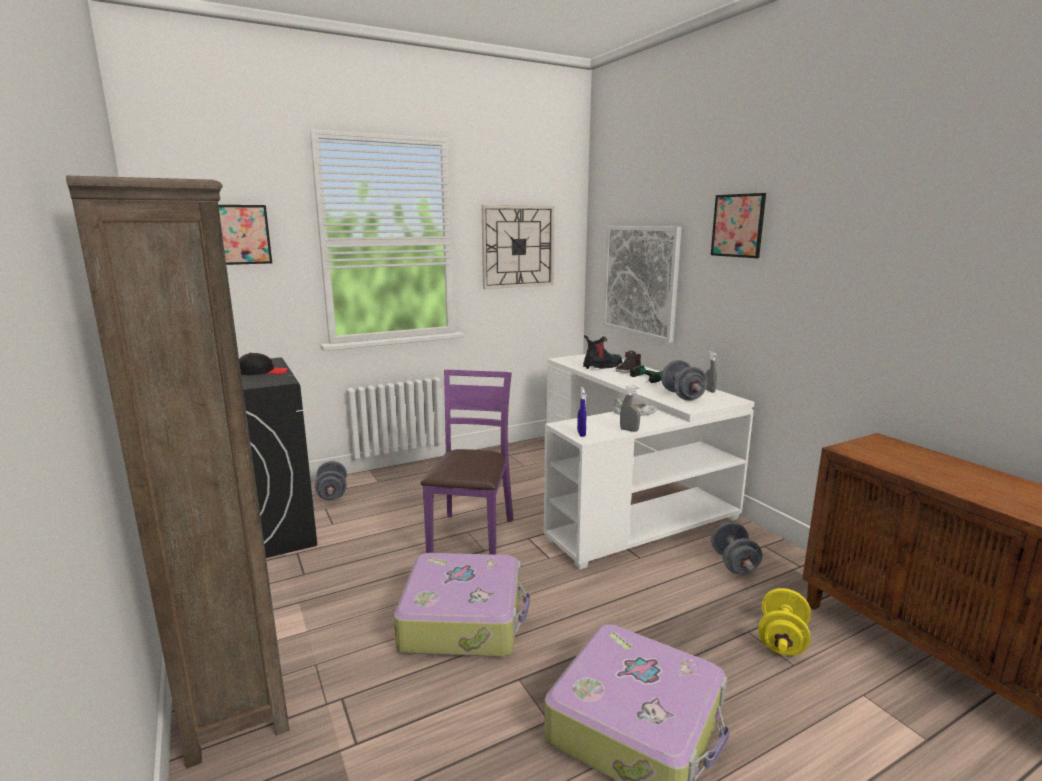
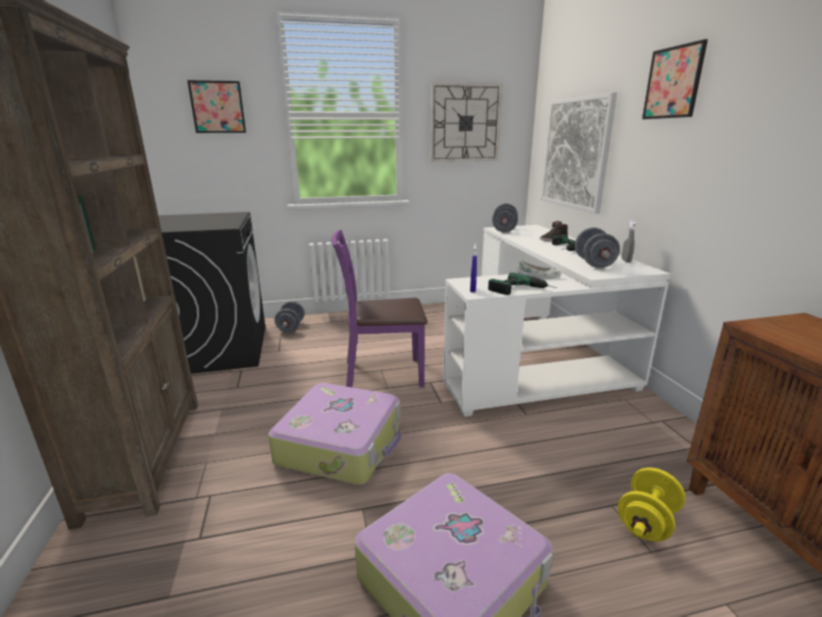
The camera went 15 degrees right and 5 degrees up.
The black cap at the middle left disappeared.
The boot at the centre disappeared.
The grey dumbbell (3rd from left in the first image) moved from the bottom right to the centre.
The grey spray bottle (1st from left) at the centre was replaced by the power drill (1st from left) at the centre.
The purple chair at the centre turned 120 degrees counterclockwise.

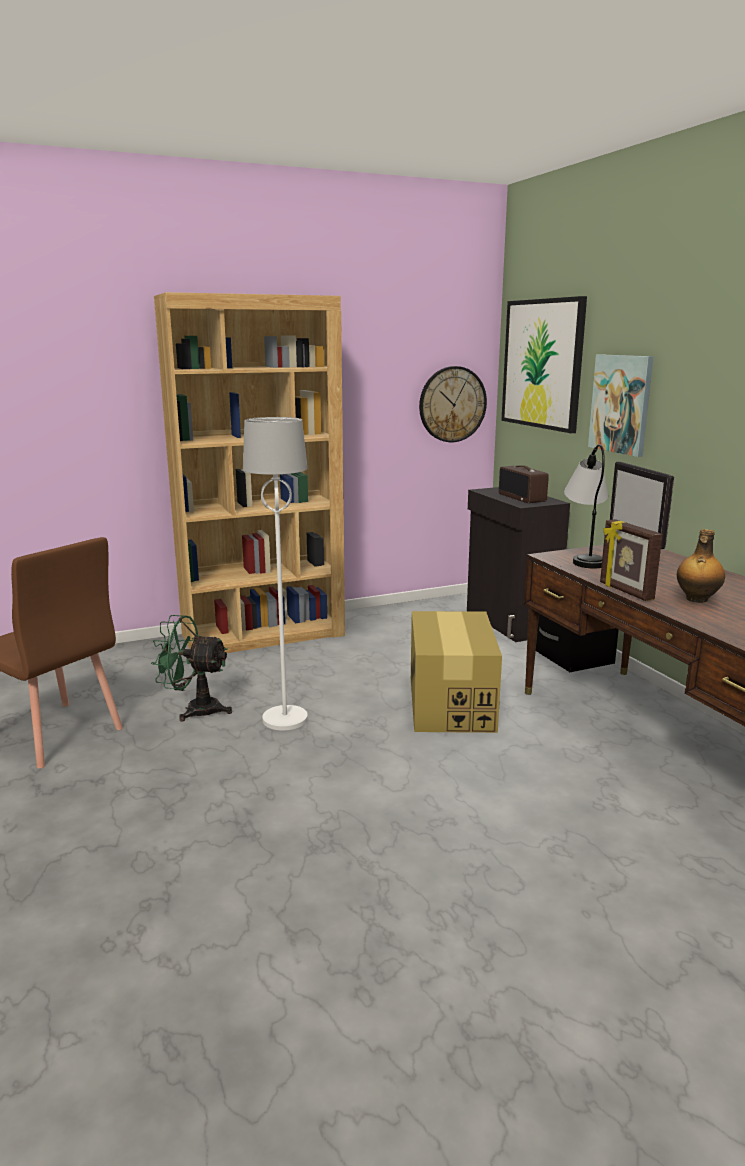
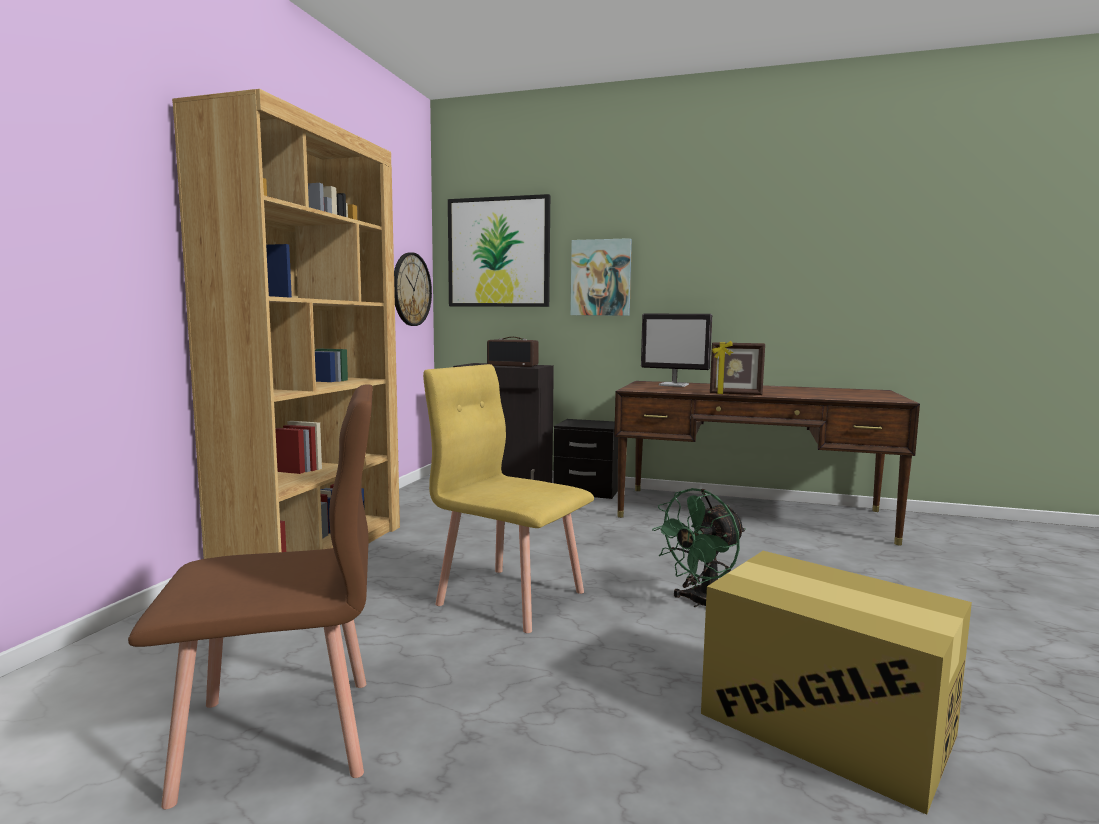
The camera went 50 degrees left and 10 degrees down.
The table lamp at the middle right disappeared.
The bottle at the middle right disappeared.
The green fan moved from the middle left to the centre.
The cardboard box moved from the centre to the bottom right.
The white floor lamp at the centre was replaced by the yellow chair at the centre.

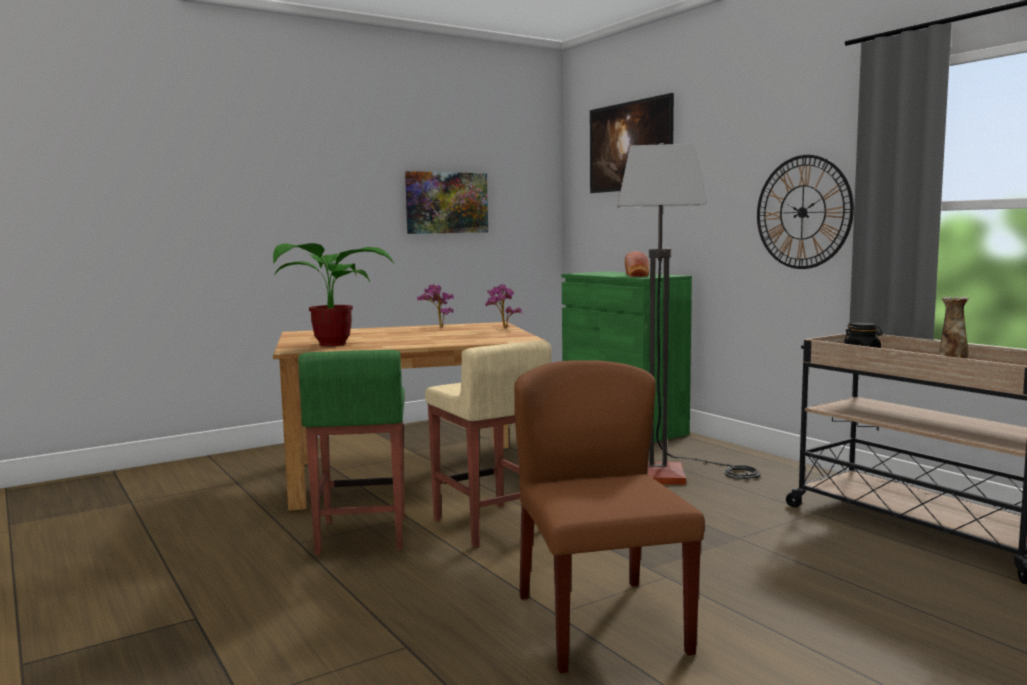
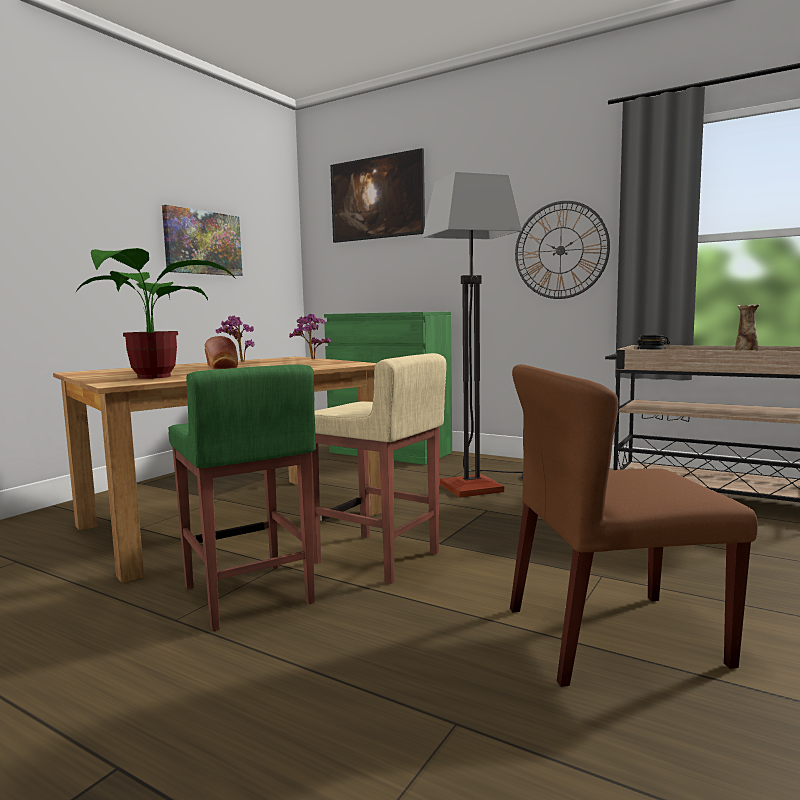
The camera went 25 degrees left and 0 degrees up.
The bread moved from the centre to the middle left.
The brown chair at the bottom centre turned 60 degrees counterclockwise.

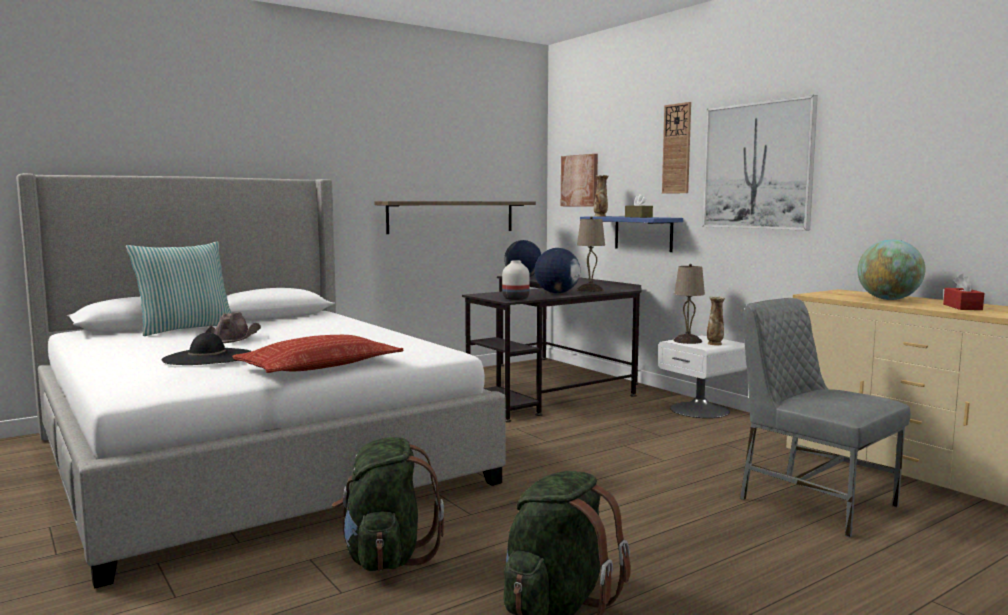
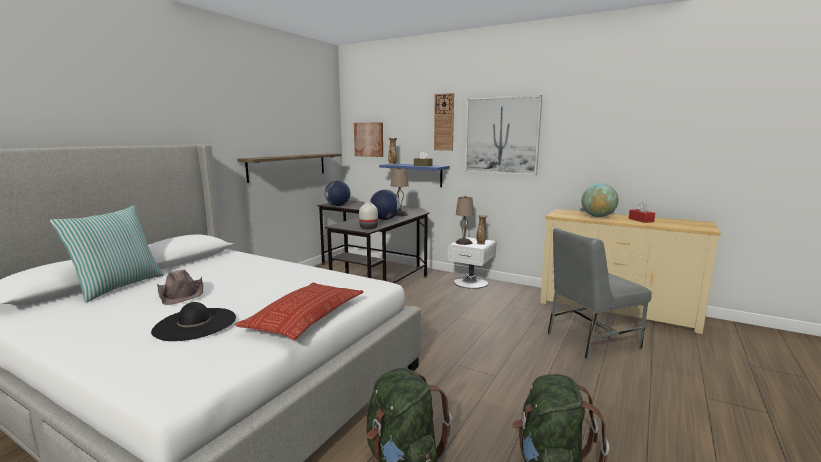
The camera went 25 degrees left and 5 degrees up.
The grey chair at the bottom right turned 45 degrees counterclockwise.

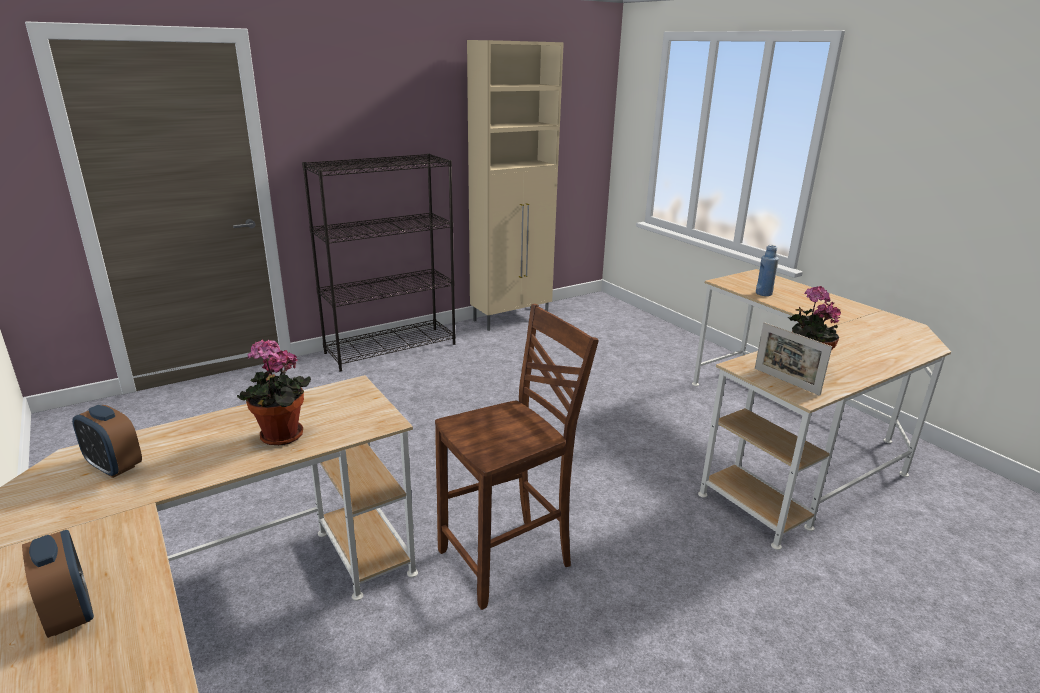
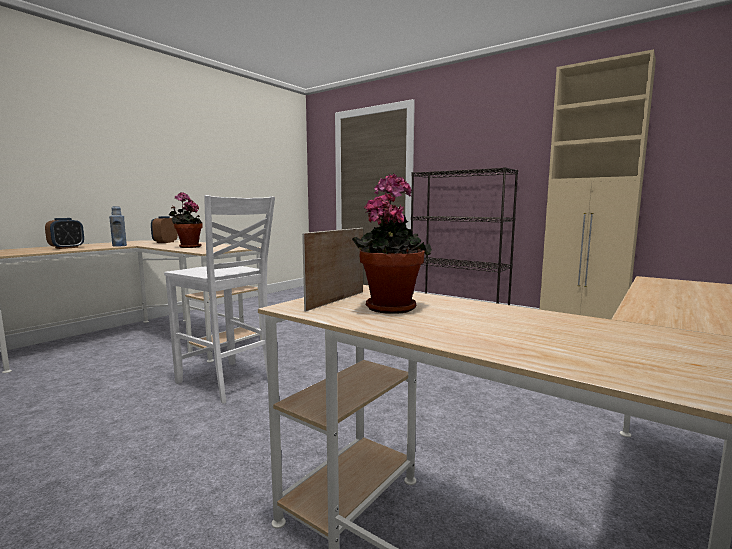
The camera went 70 degrees right and 15 degrees down.
The blue bottle moved from the middle right to the middle left.
The brown chair at the centre became the white chair at the middle left.

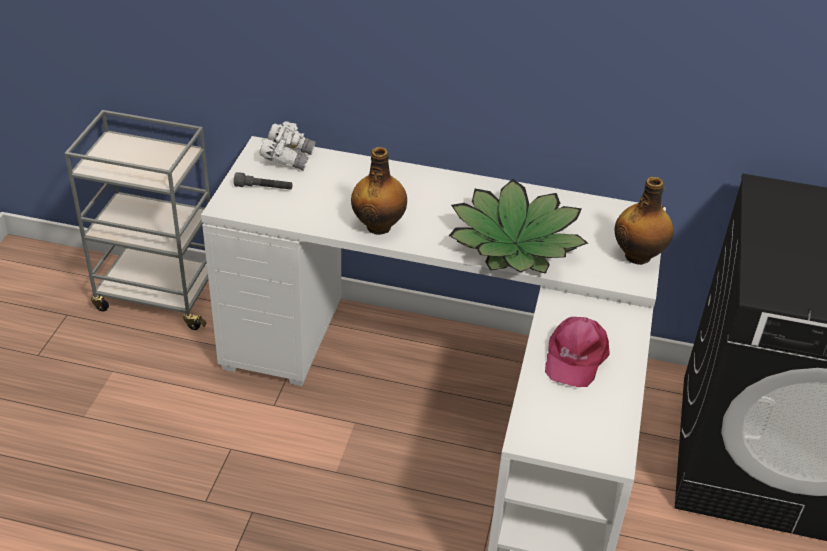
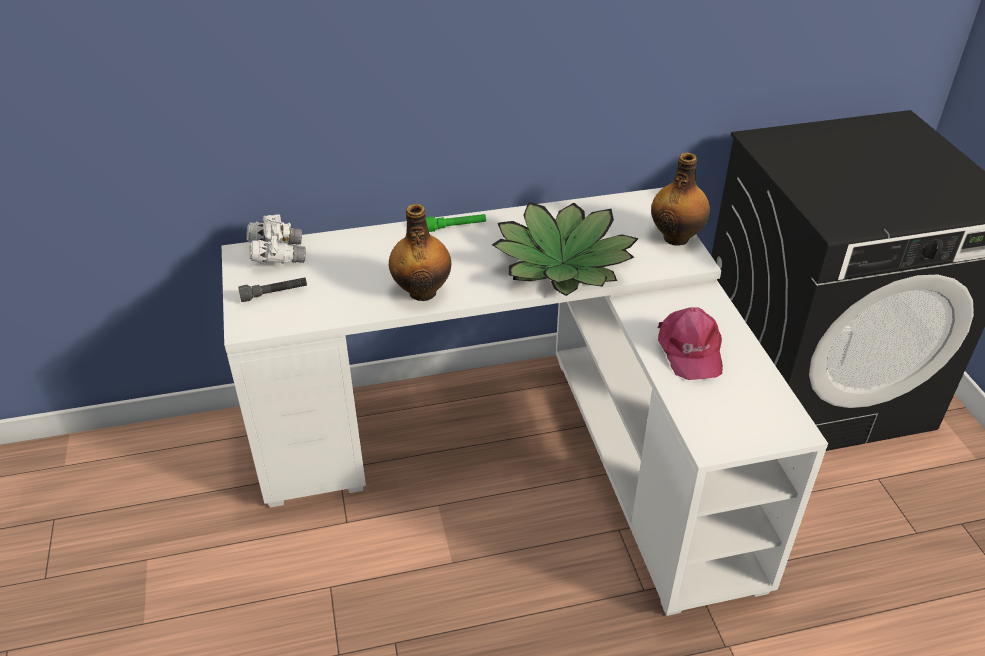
The camera went 25 degrees left and 0 degrees up.
The grey cart at the middle left disappeared.
The green flashlight at the centre appeared.

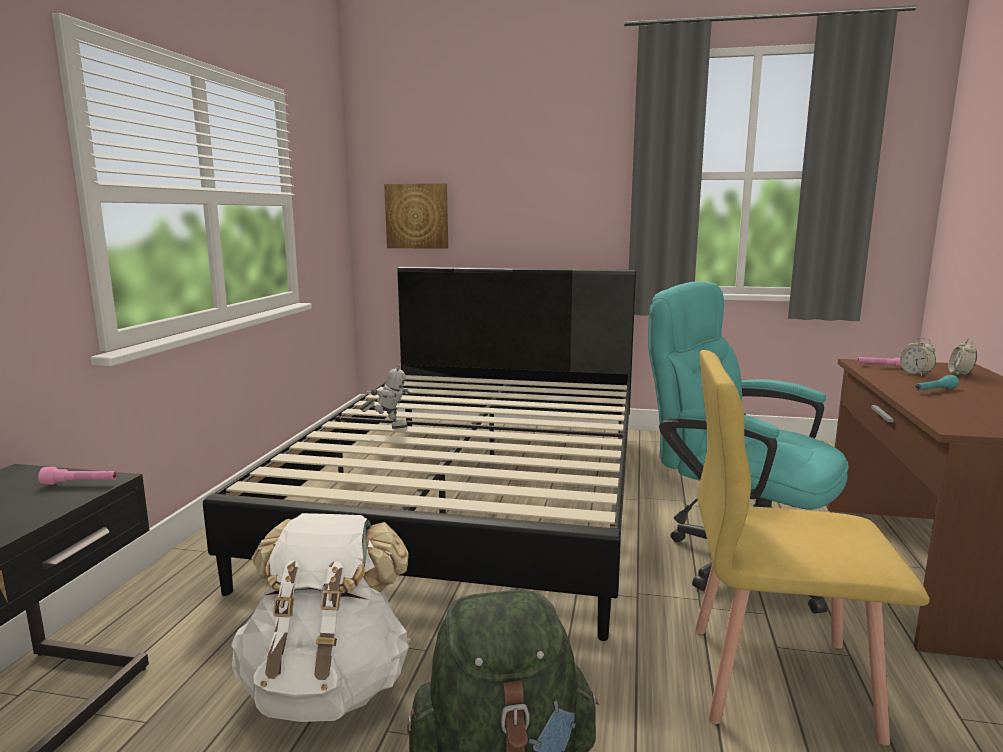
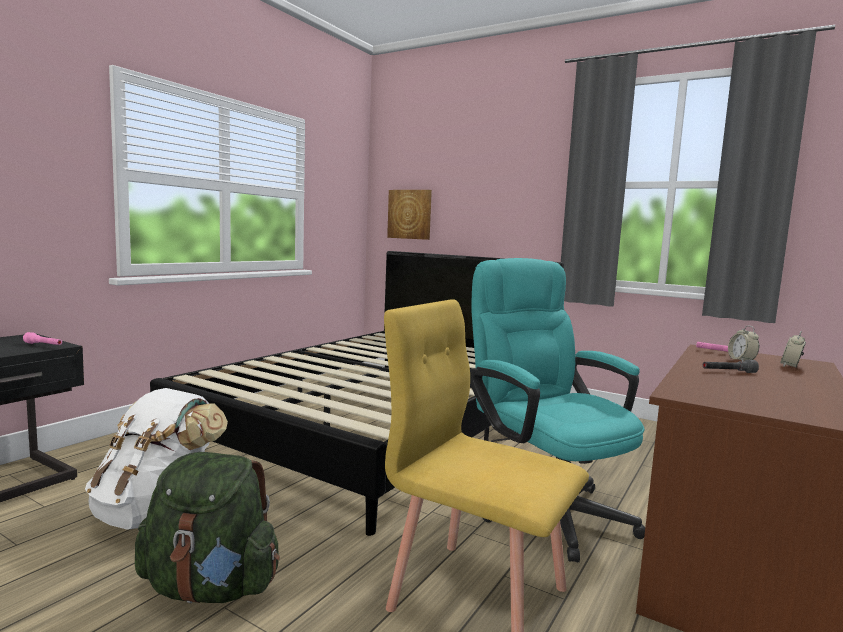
The camera went 20 degrees right and 5 degrees down.
The toy robot at the centre disappeared.
The turquoise flashlight at the middle right became the grey flashlight at the middle right.

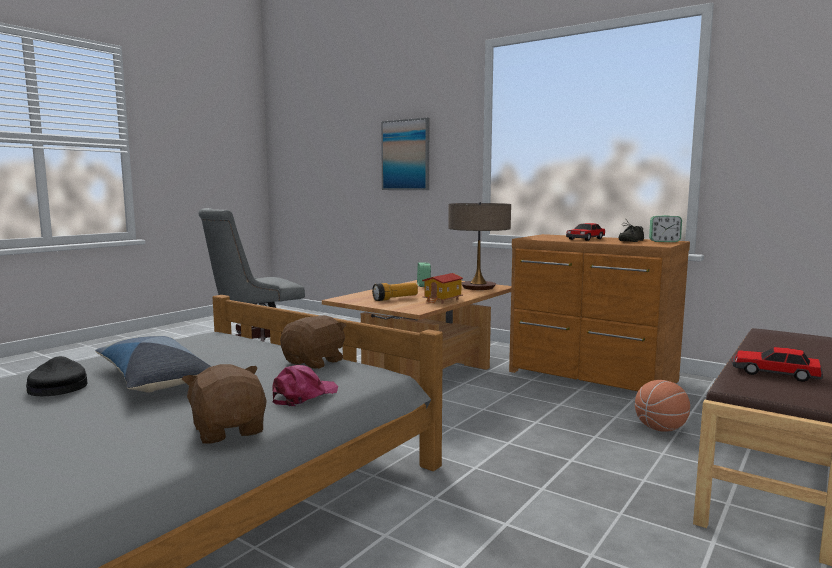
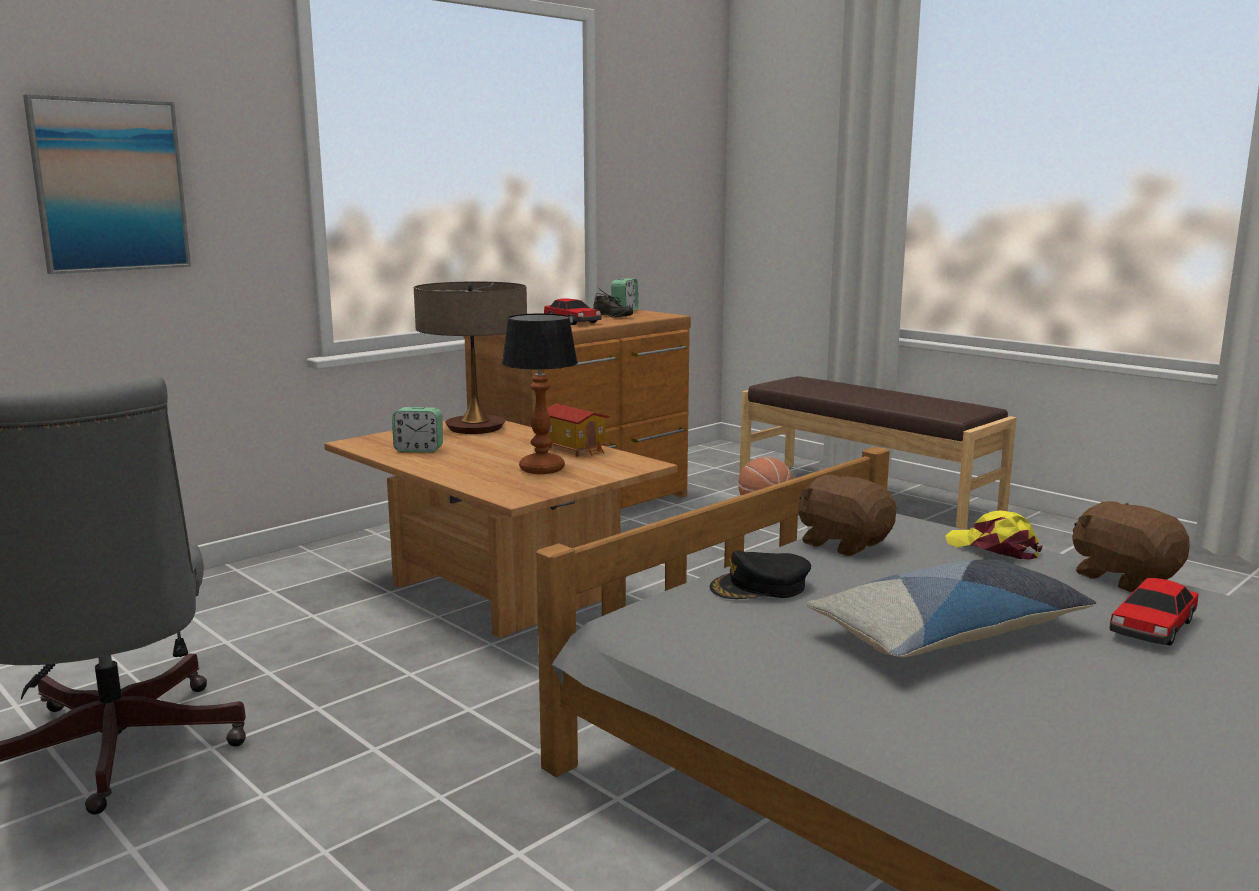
The camera went 80 degrees left and 5 degrees up.
The black cap moved from the middle left to the centre.
The toy car (2nd from left) moved from the middle right to the bottom right.
The flashlight at the centre was replaced by the table lamp (2nd from left) at the centre.
The pink cap at the bottom centre became the yellow cap at the middle right.
The brown plush toy (1st from left in the first image) at the bottom left turned 75 degrees clockwise.

